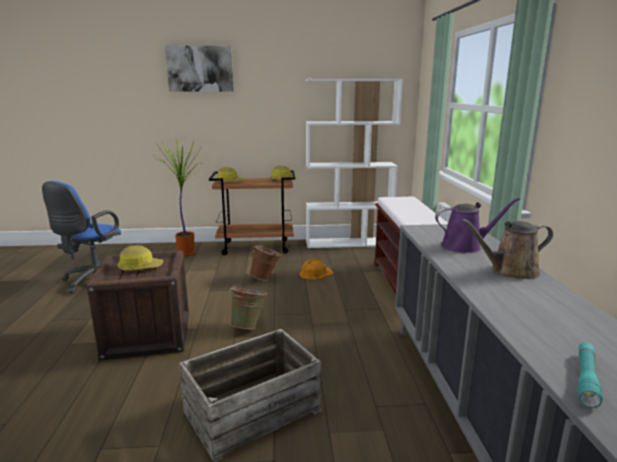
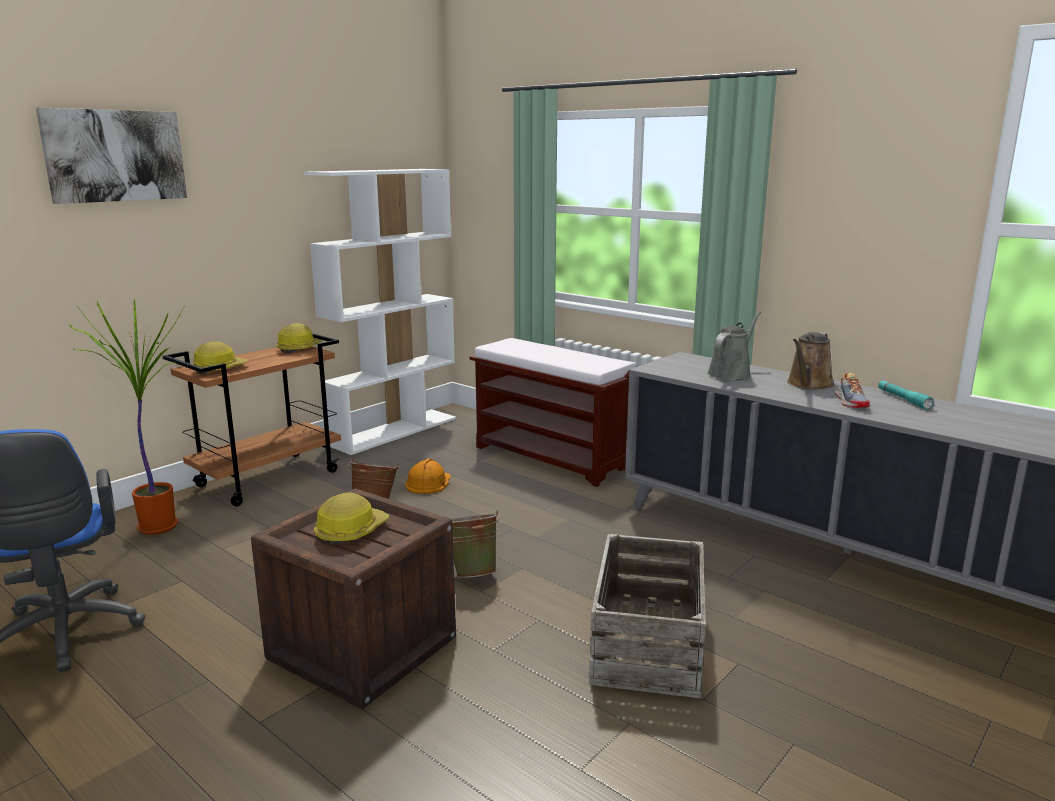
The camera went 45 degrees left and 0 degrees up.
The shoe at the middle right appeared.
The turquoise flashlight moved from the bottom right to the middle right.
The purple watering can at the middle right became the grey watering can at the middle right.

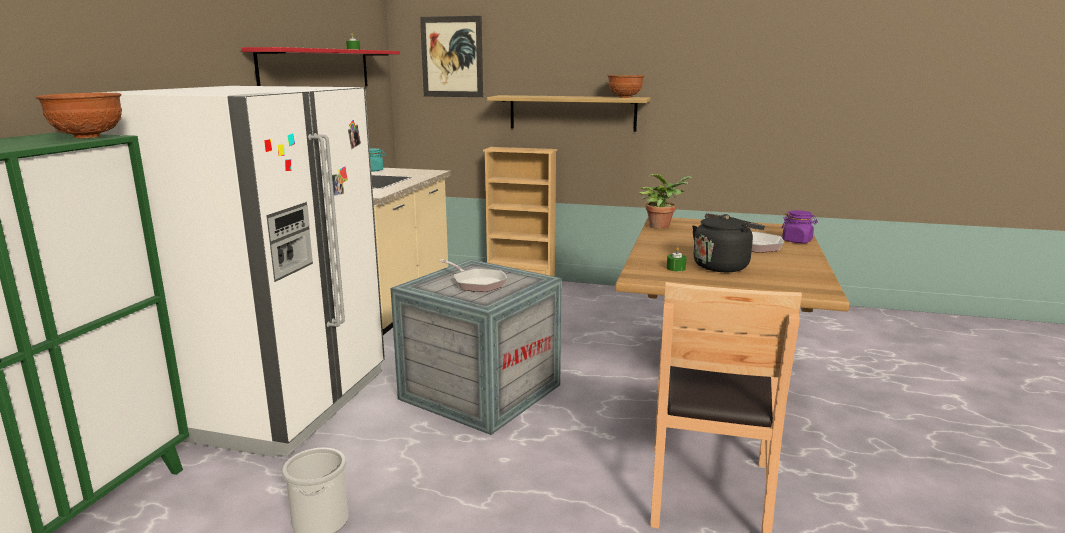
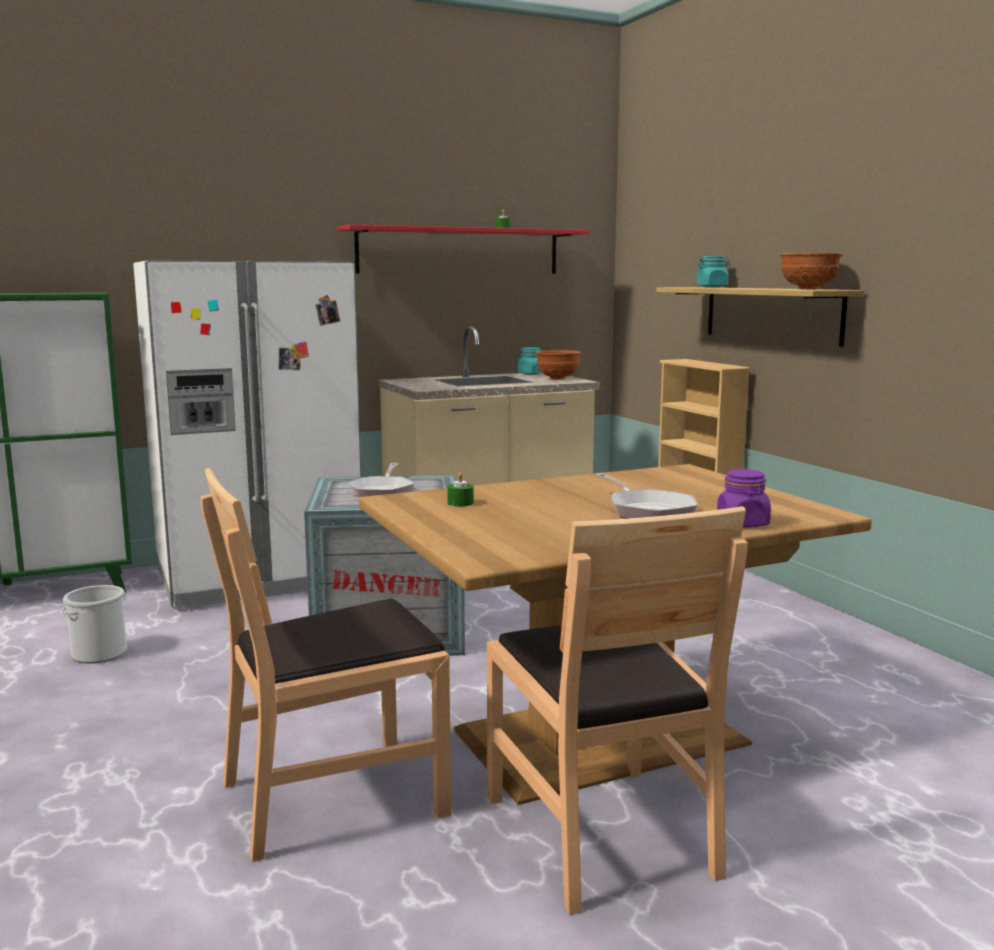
The camera went 50 degrees right and 5 degrees down.
The picture at the top centre disappeared.
The potted plant at the centre disappeared.
The black kettle at the middle right disappeared.
The brown chair (2nd from left) at the bottom centre appeared.
The turquoise jar (2nd from left) at the top right appeared.
The brown bowl (1st from left) moved from the top left to the centre.

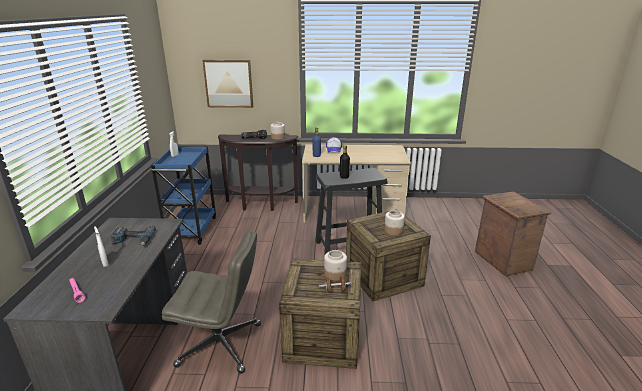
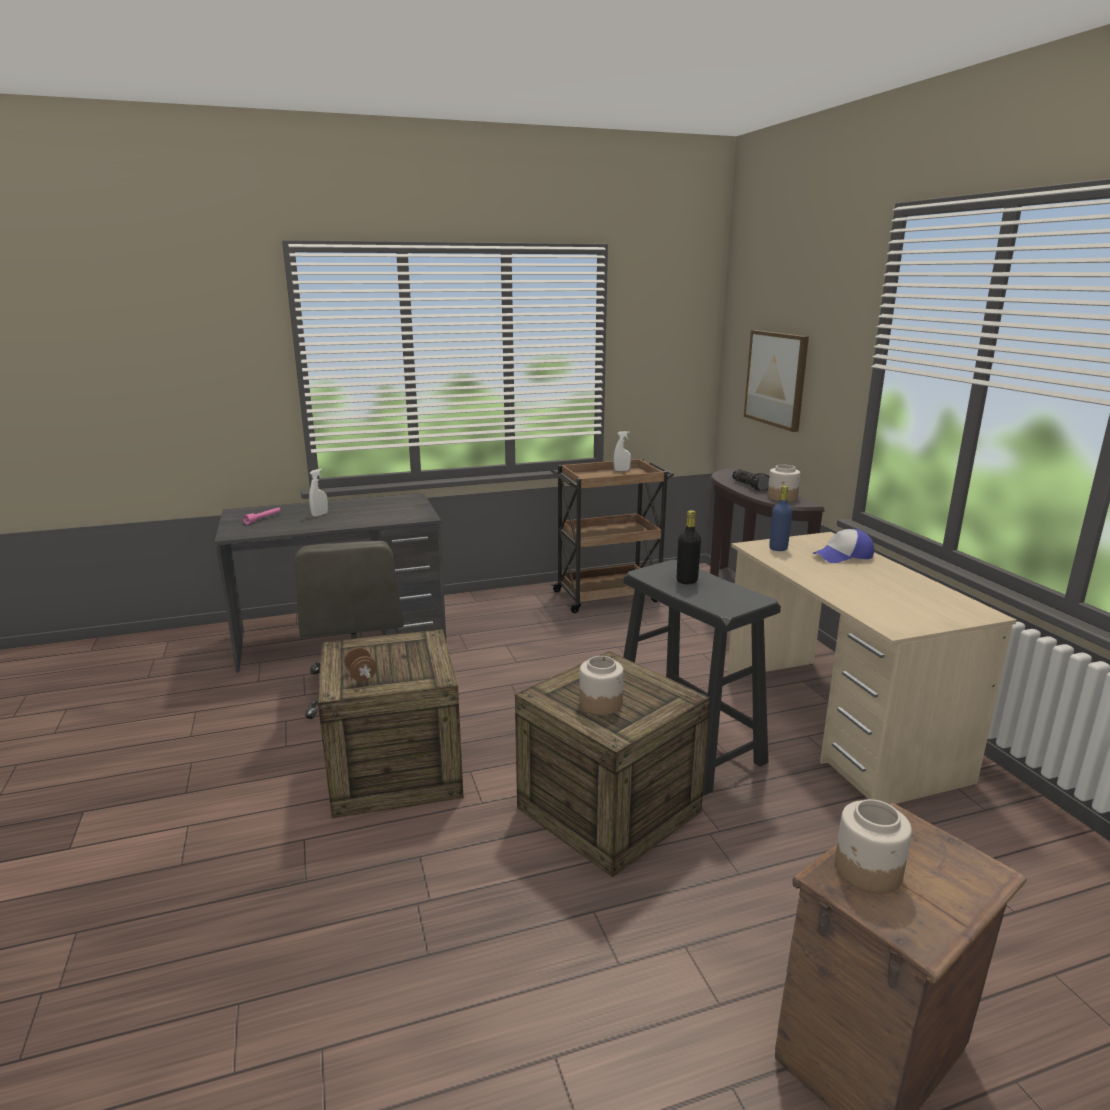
The camera went 70 degrees right and 5 degrees down.
The power drill at the middle left disappeared.
The jar (2nd from left in the first image) moved from the bottom centre to the bottom right.
The blue cart at the middle left became the brown cart at the centre.

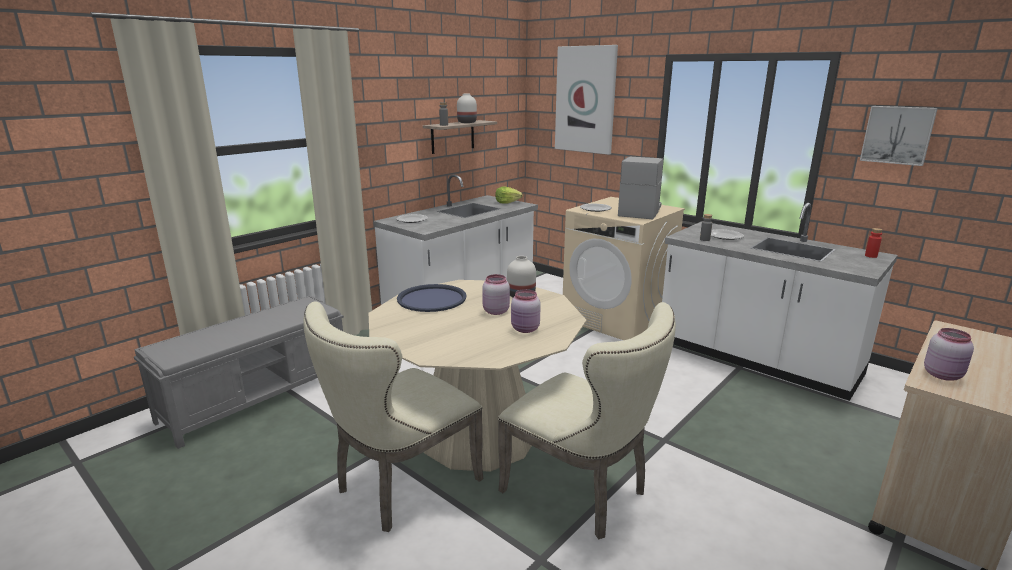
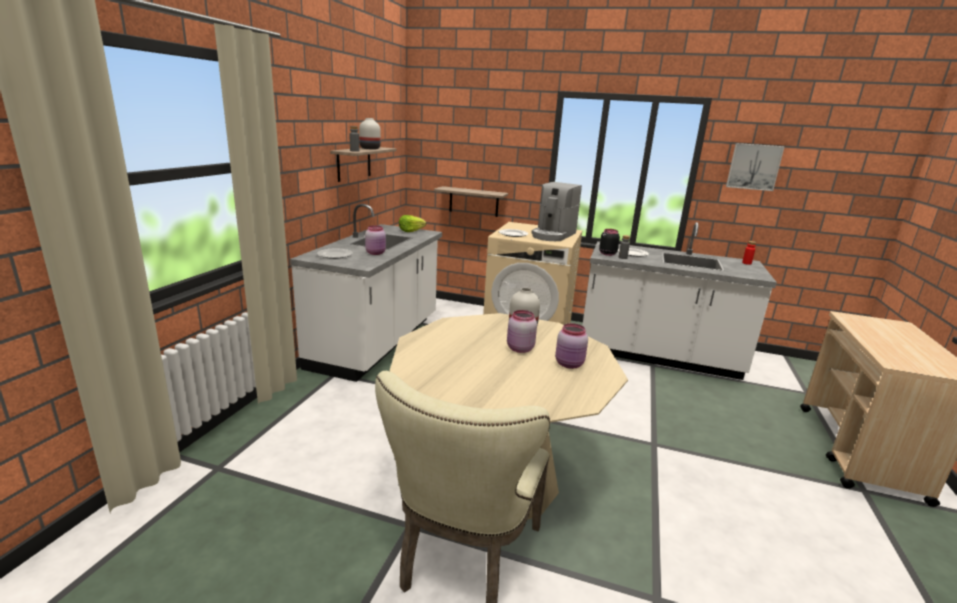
The camera went 25 degrees left and 0 degrees up.
The grey bench at the middle left disappeared.
The blue tray at the centre disappeared.
The beige chair (2nd from left) at the bottom centre disappeared.
The picture (1st from left) at the top centre disappeared.
The shelf (2nd from left) at the centre appeared.
The black jar at the centre appeared.
The pink jar (3rd from left in the first image) moved from the middle right to the centre.
The coffee machine at the top centre turned 150 degrees counterclockwise.

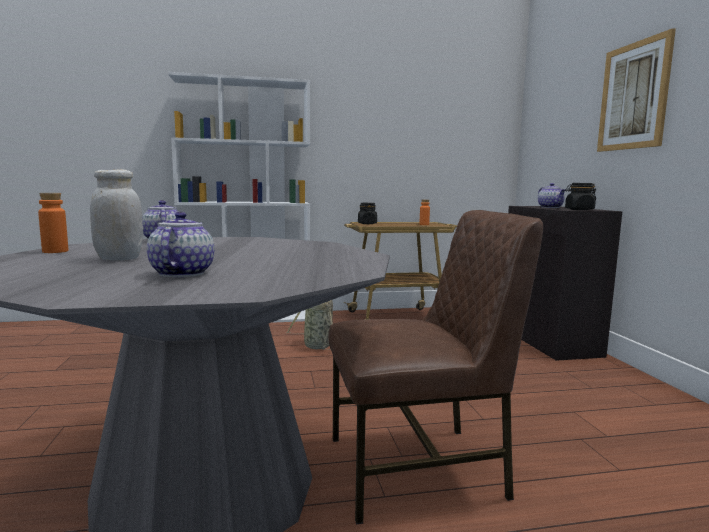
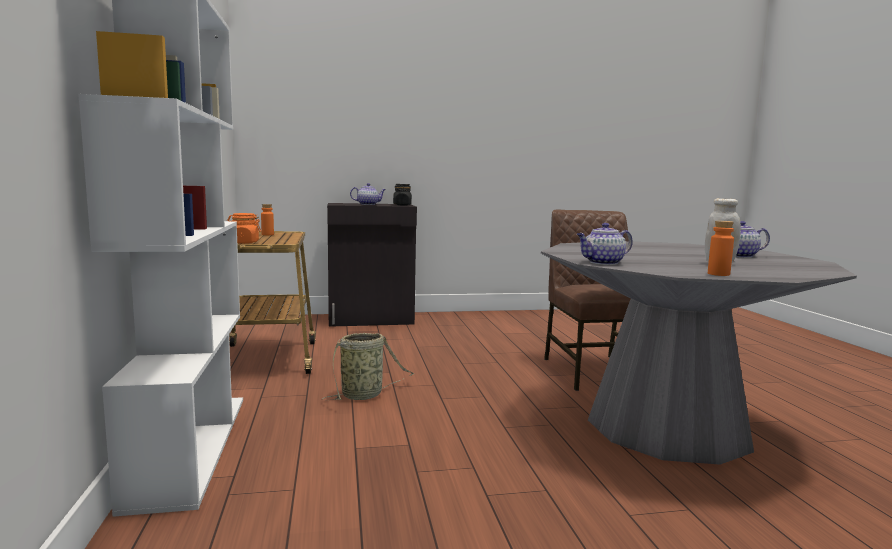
The camera went 90 degrees left and 0 degrees up.
The picture at the top right disappeared.
The black jar (1st from left) at the centre became the orange jar at the middle left.

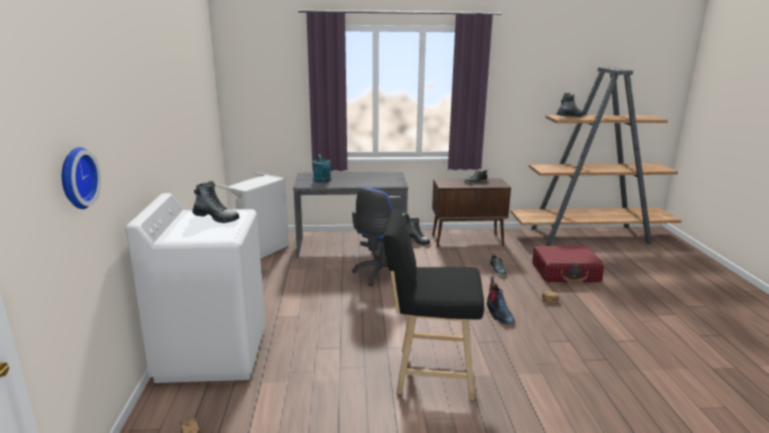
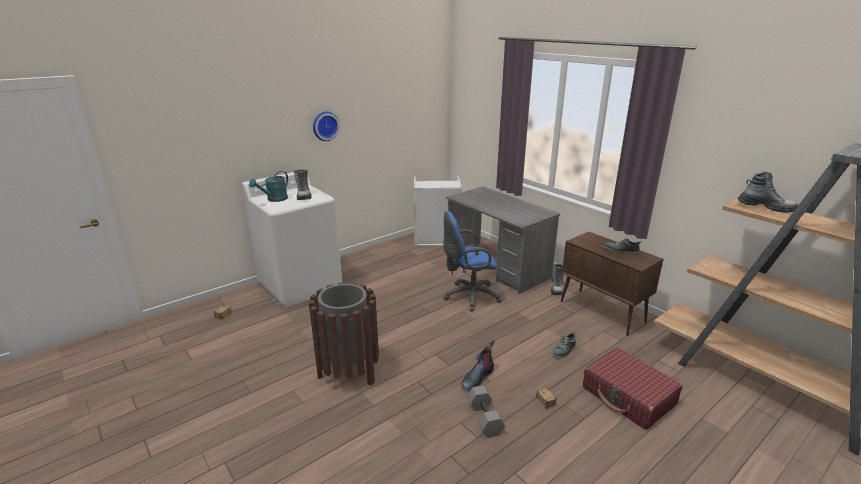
The camera went 55 degrees right and 5 degrees up.
The grey dumbbell at the bottom centre appeared.
The wall clock moved from the middle left to the top centre.
The turquoise watering can moved from the centre to the middle left.
The black stool at the bottom centre was replaced by the brown trash can at the bottom centre.

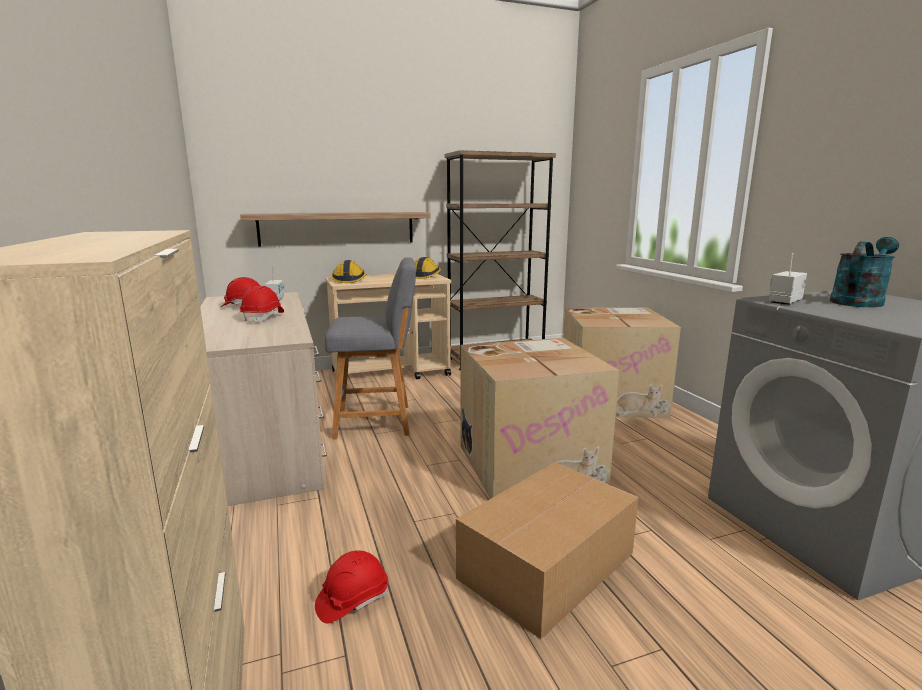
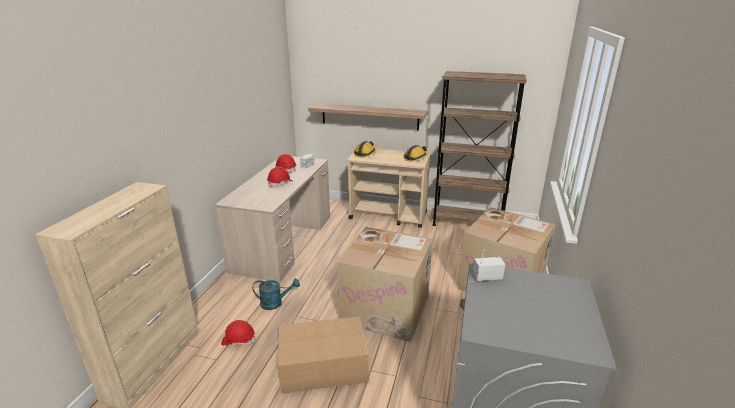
The camera went 35 degrees right and 10 degrees up.
The grey stool at the centre disappeared.
The turquoise watering can moved from the middle right to the bottom centre.

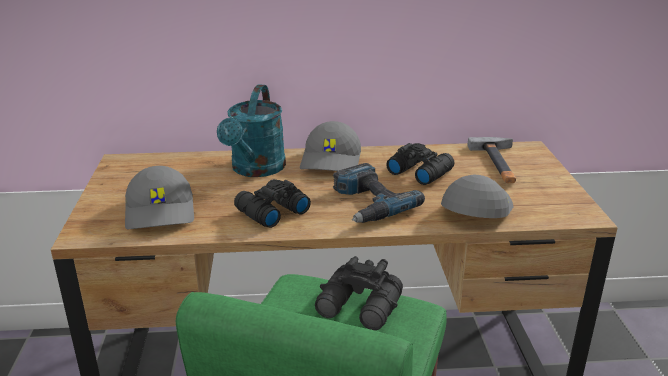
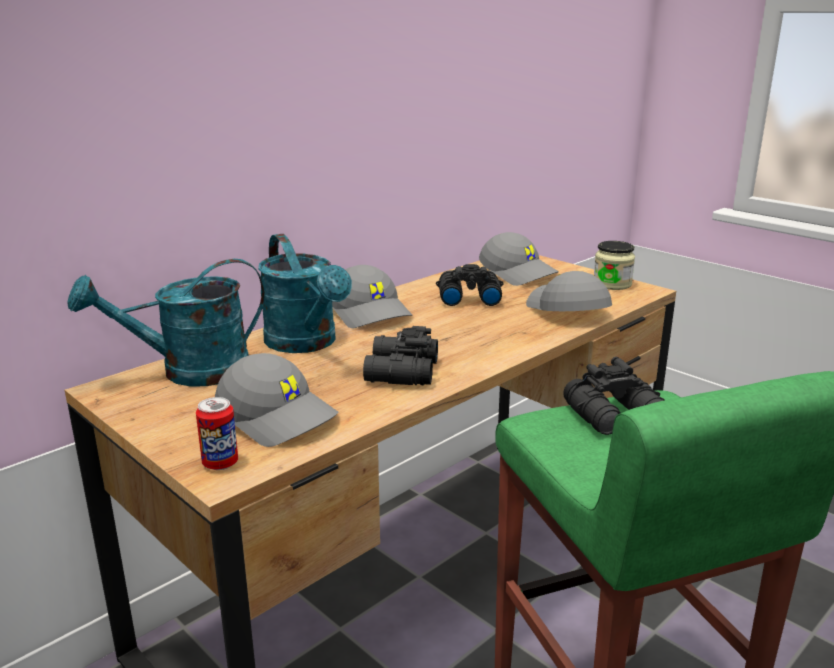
The camera went 40 degrees left and 5 degrees down.
The power drill at the centre disappeared.
The turquoise watering can (1st from left) at the middle left appeared.
The can at the middle left appeared.
The jar at the middle right appeared.
The hammer at the middle right was replaced by the grey cap (3rd from left) at the centre.

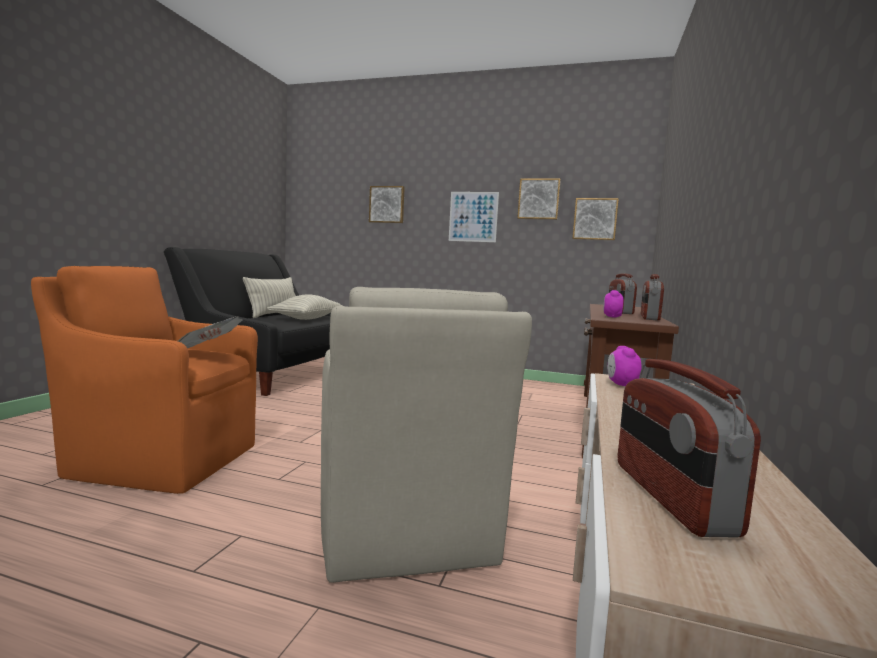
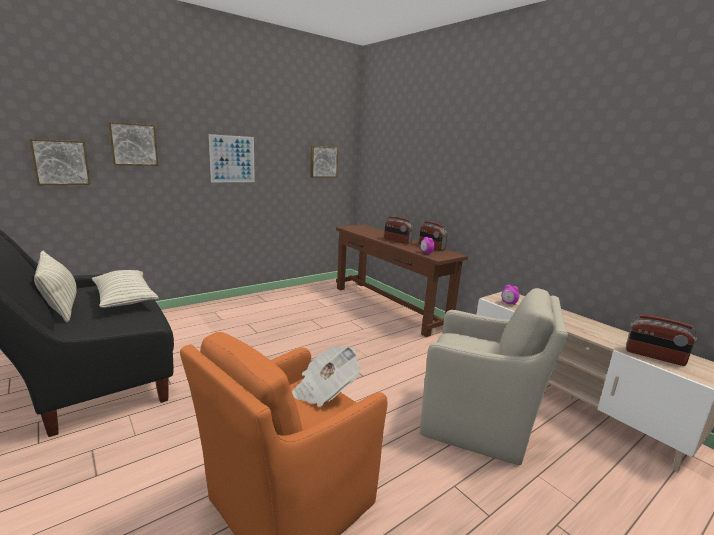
The camera went 55 degrees left and 10 degrees up.
The picture (3rd from left in the first image) moved from the top centre to the top left.

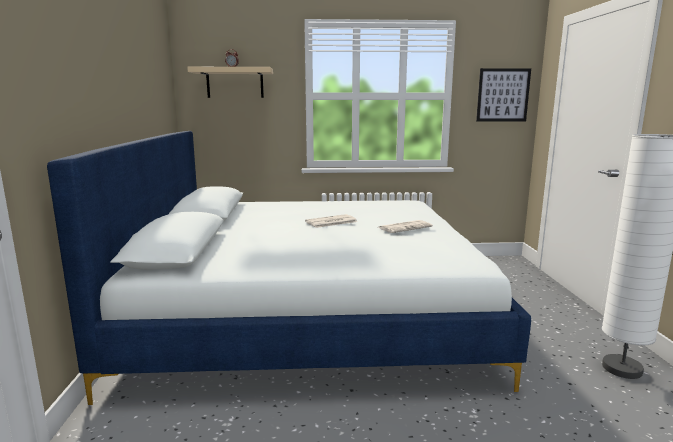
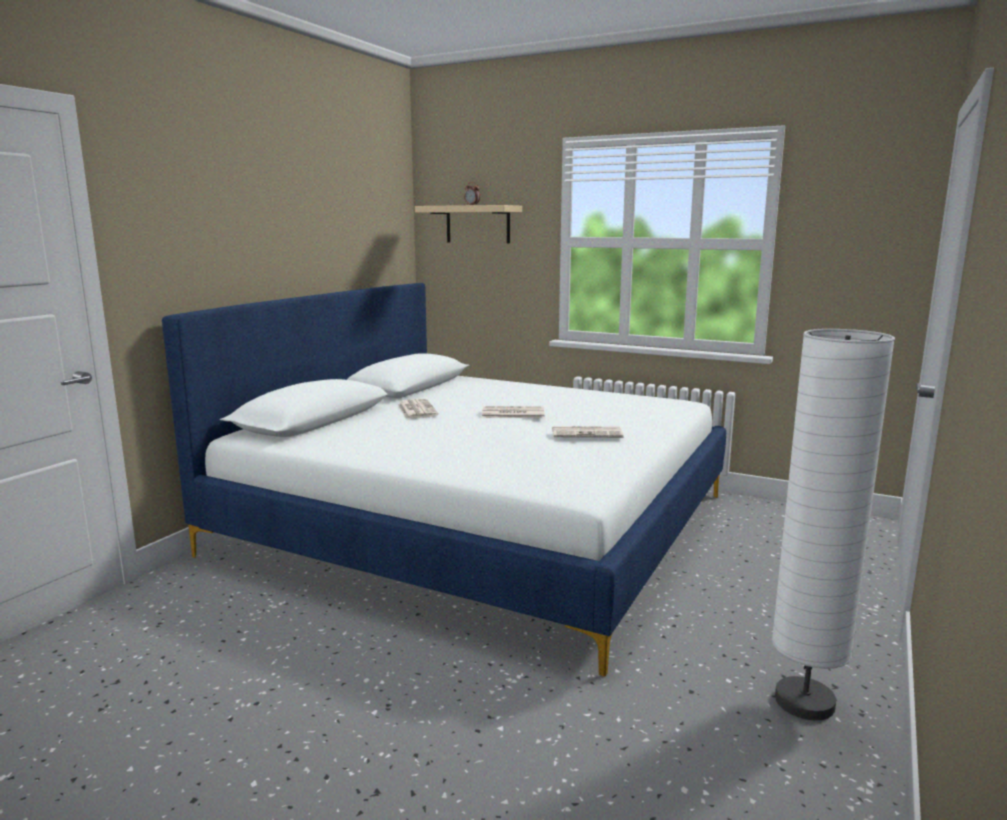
The camera went 30 degrees right and 0 degrees up.
The picture at the top right disappeared.
The newspaper (1st from left) at the centre appeared.

